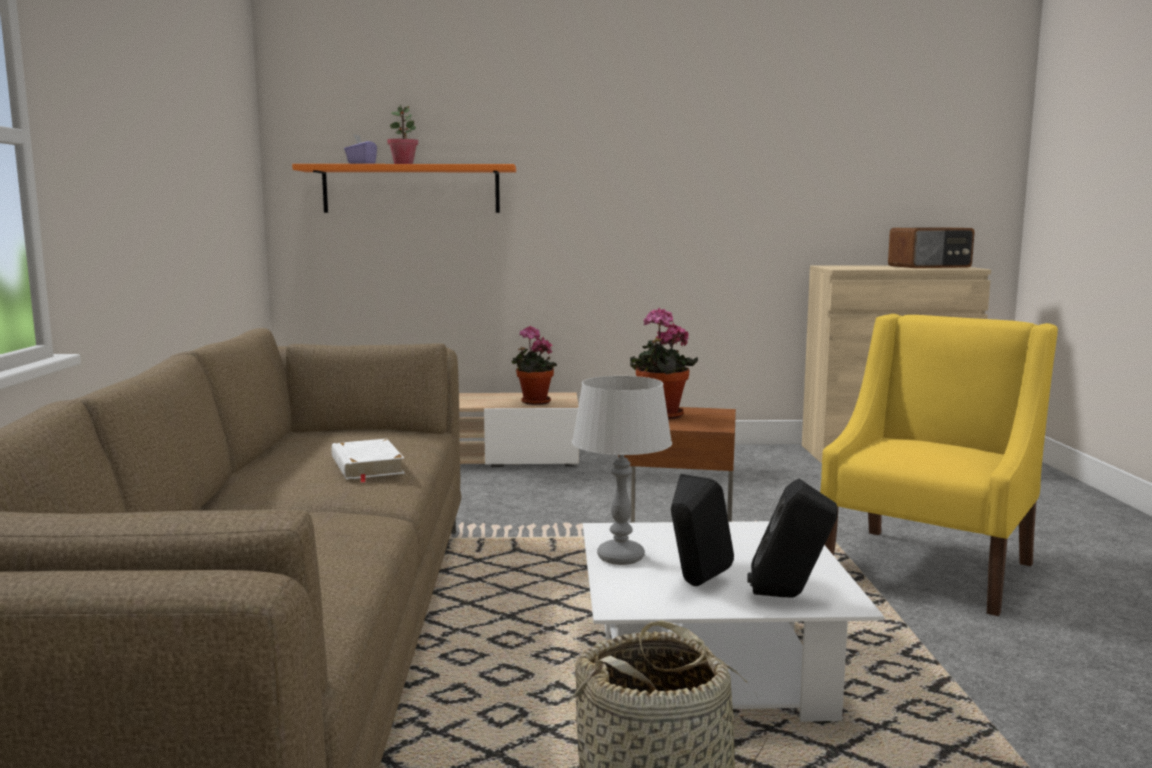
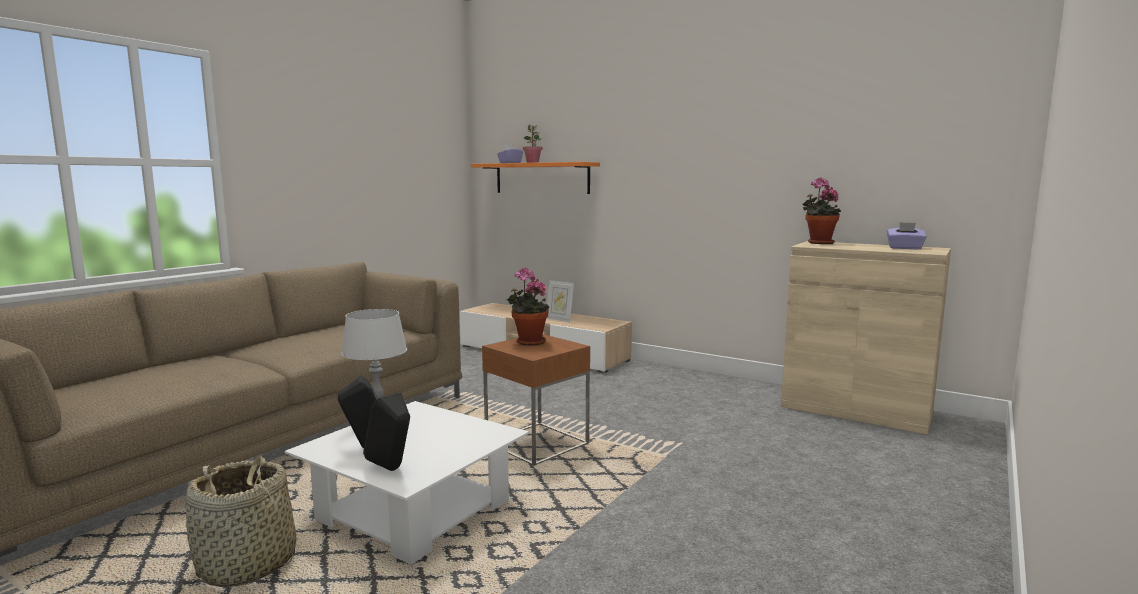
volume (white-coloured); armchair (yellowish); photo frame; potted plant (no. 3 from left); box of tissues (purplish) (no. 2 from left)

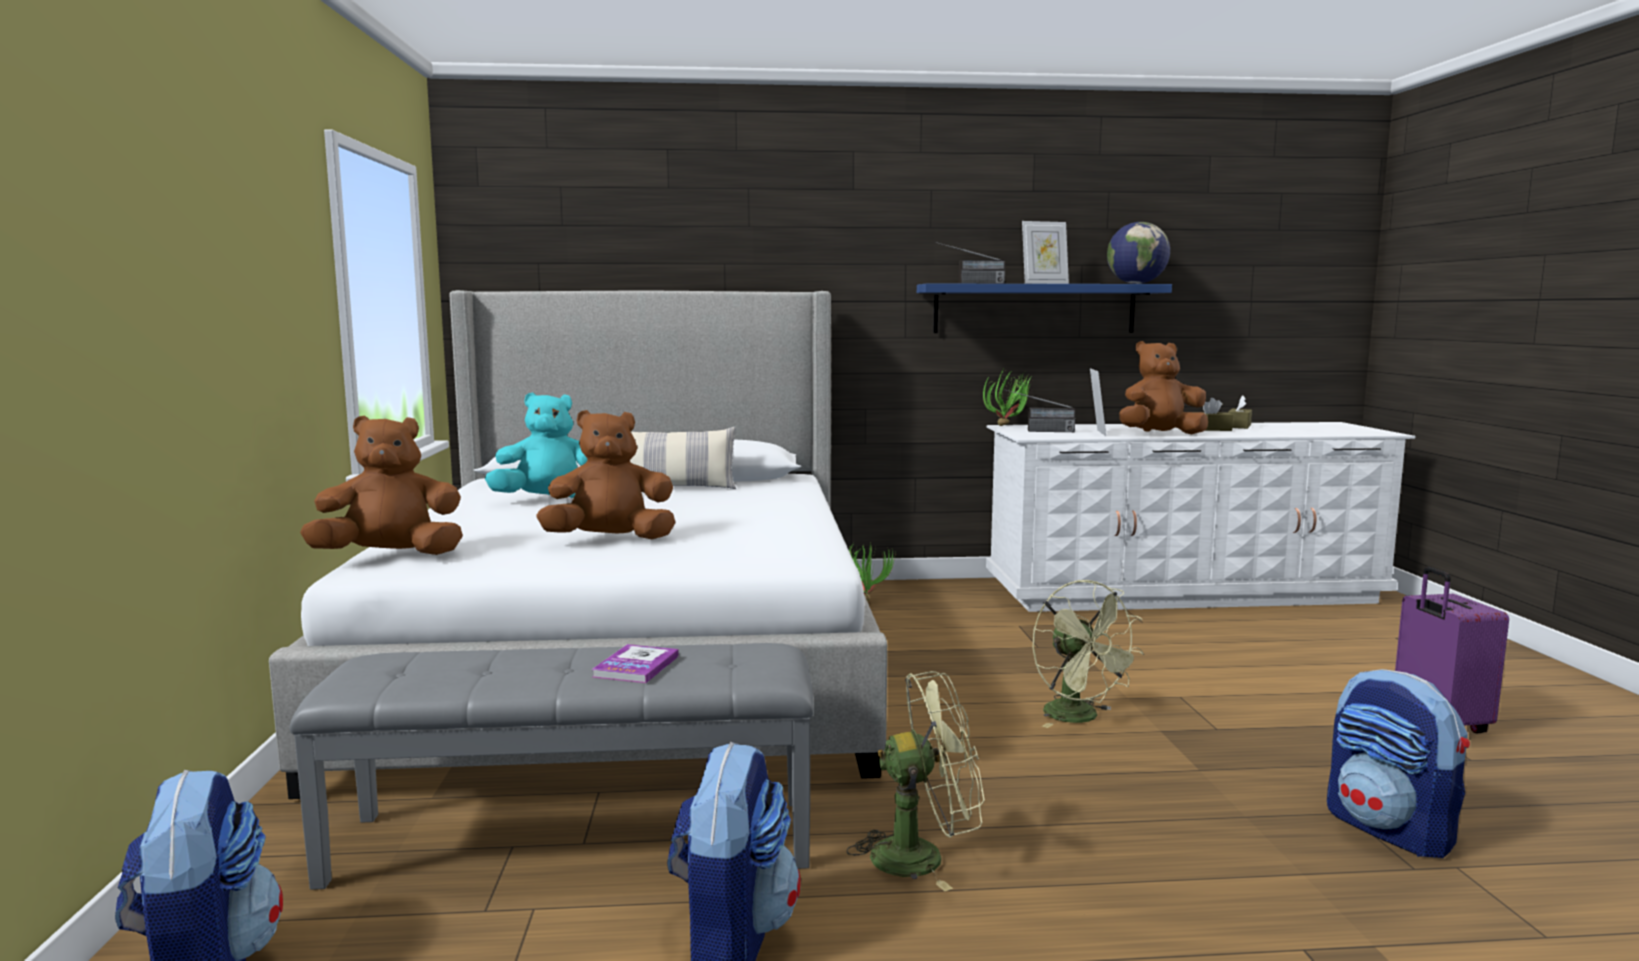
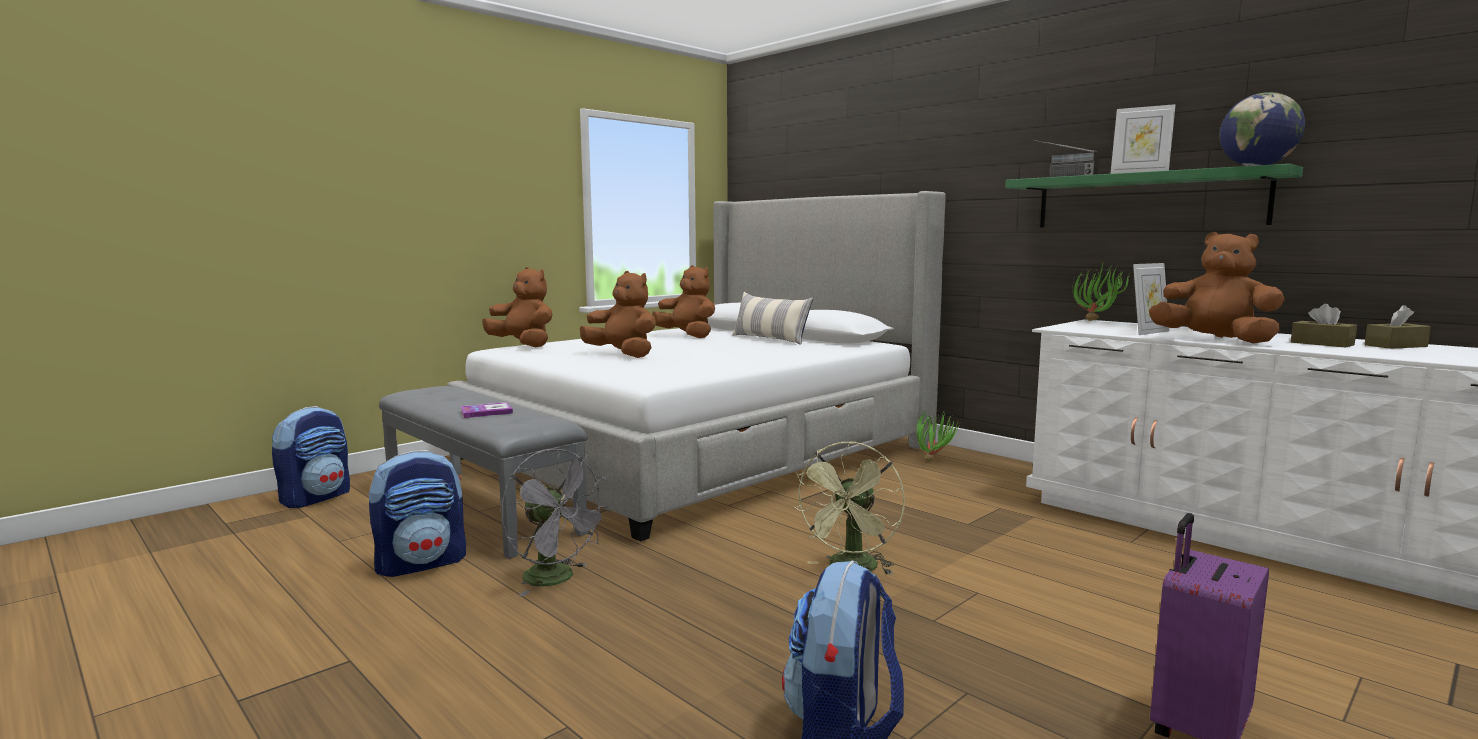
radio set (no. 2 from left in the first image); soft toy (brownish) (no. 3 from left); fan (grey); shelf (green-coloured)

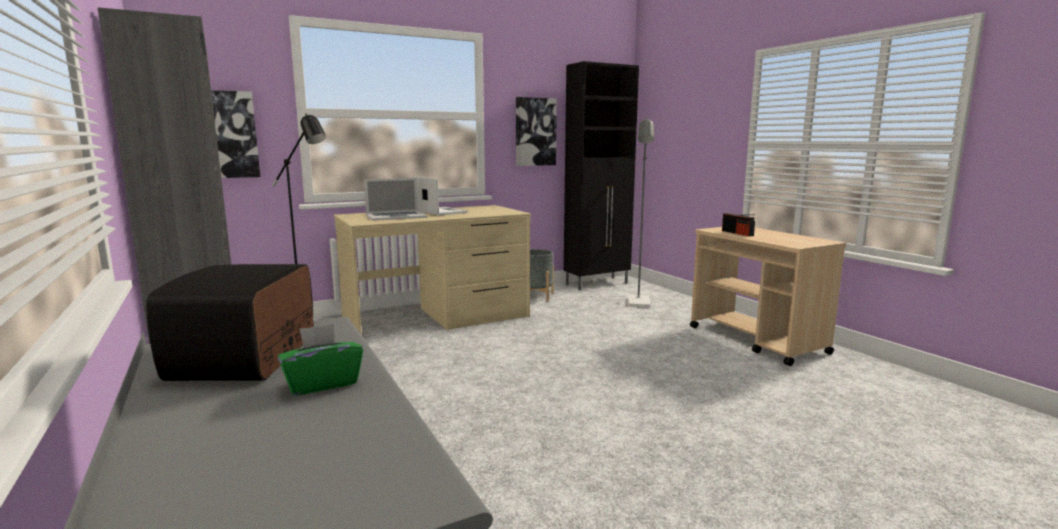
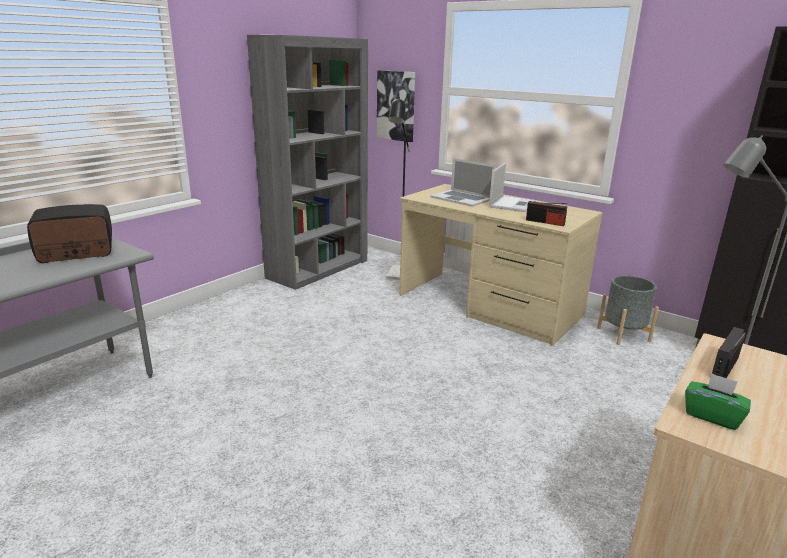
wall art (no. 2 from left in the first image); radio set (no. 2 from left); box of tissues (green-coloured)

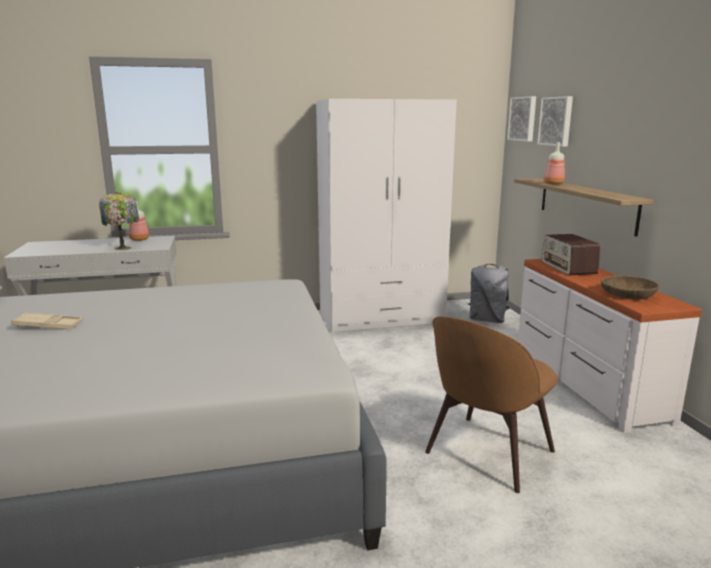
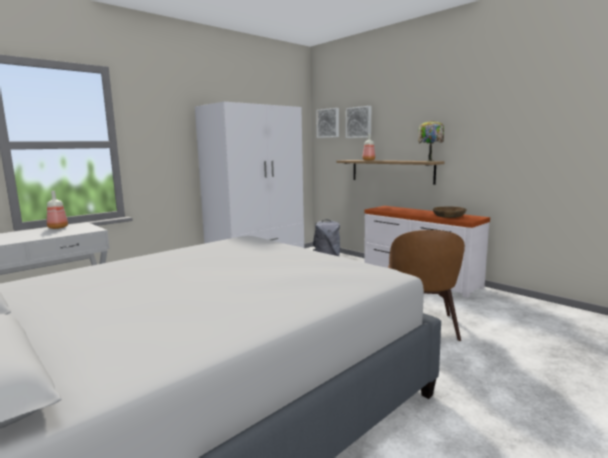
serving tray (beige); radio set; table lamp

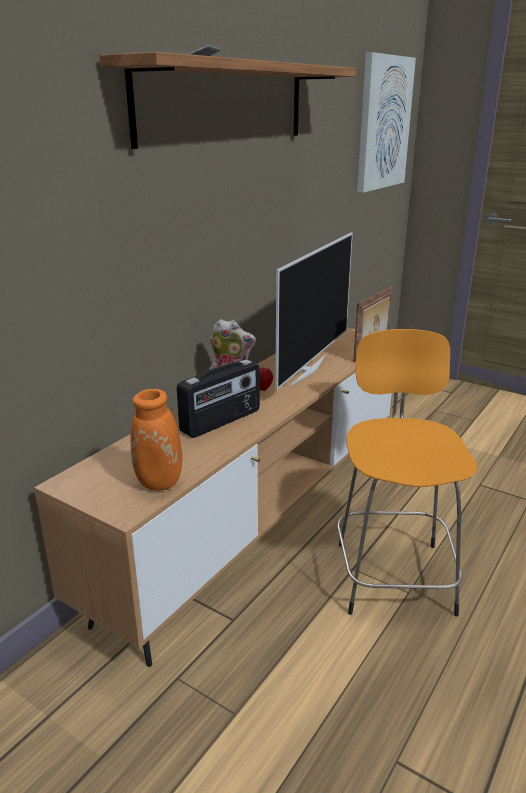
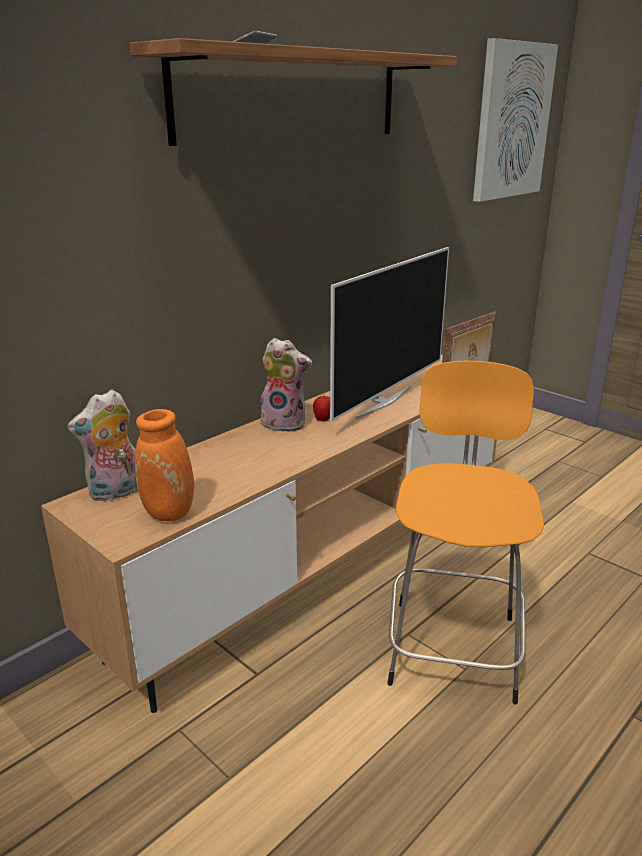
radio set; soft toy (no. 1 from left)

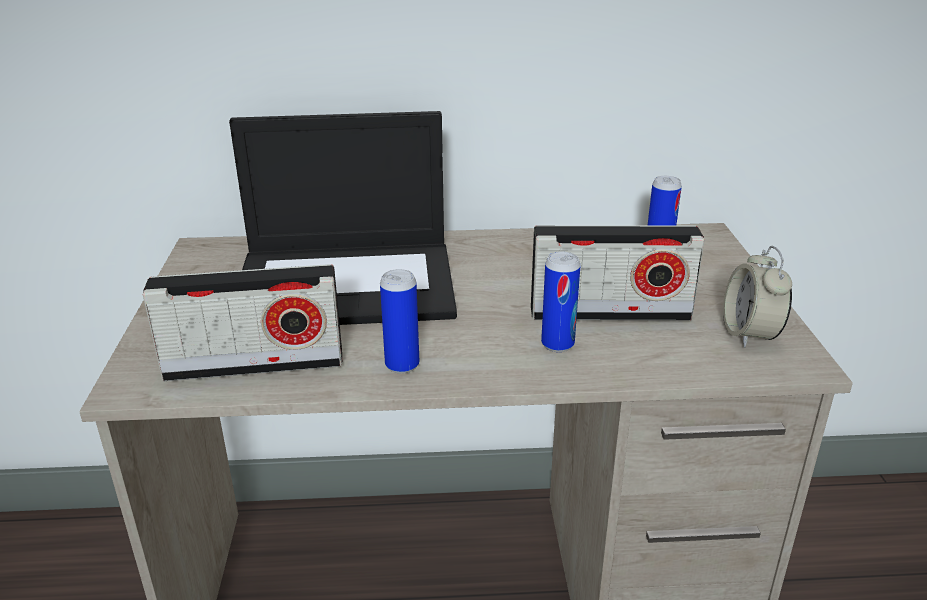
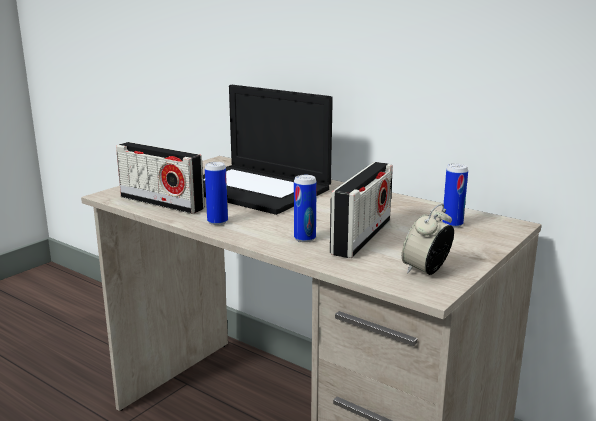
radio set (no. 2 from left)

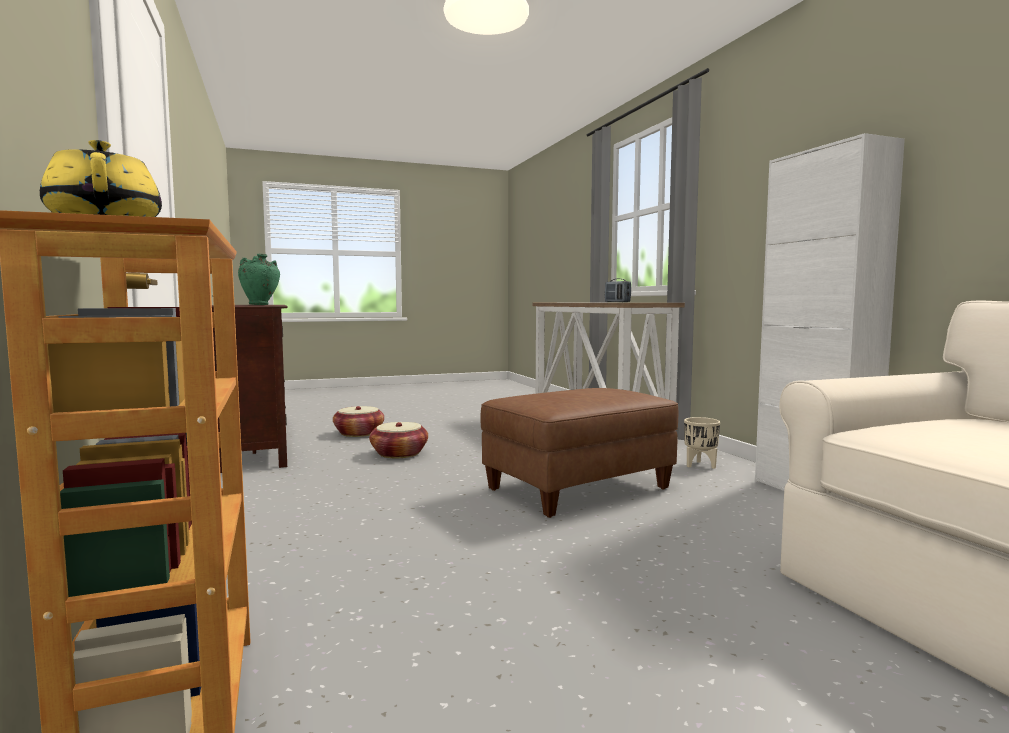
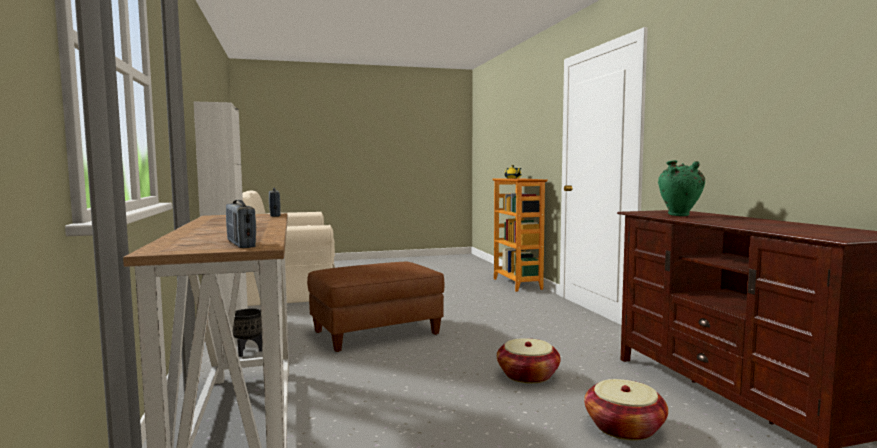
radio set (no. 1 from left); flower pot (black-coloured)

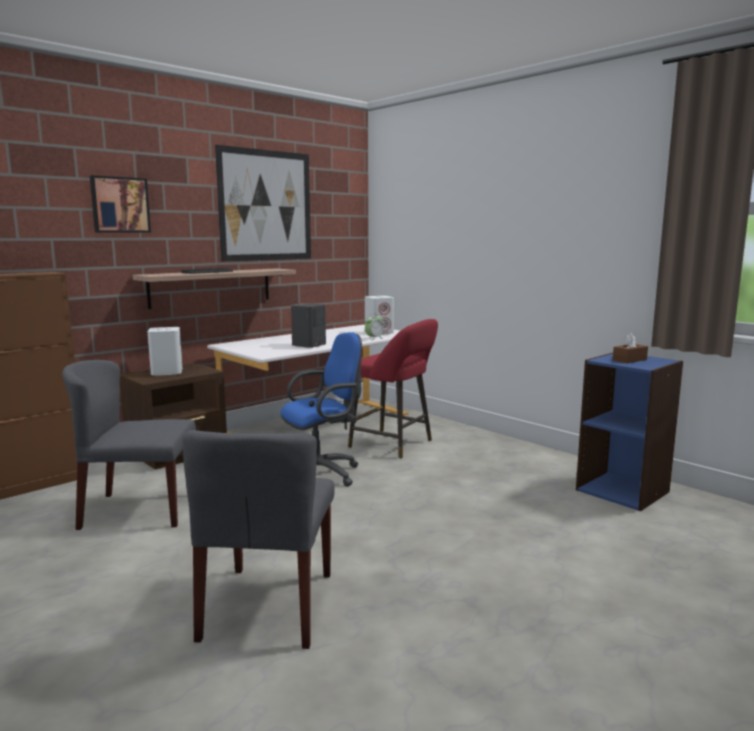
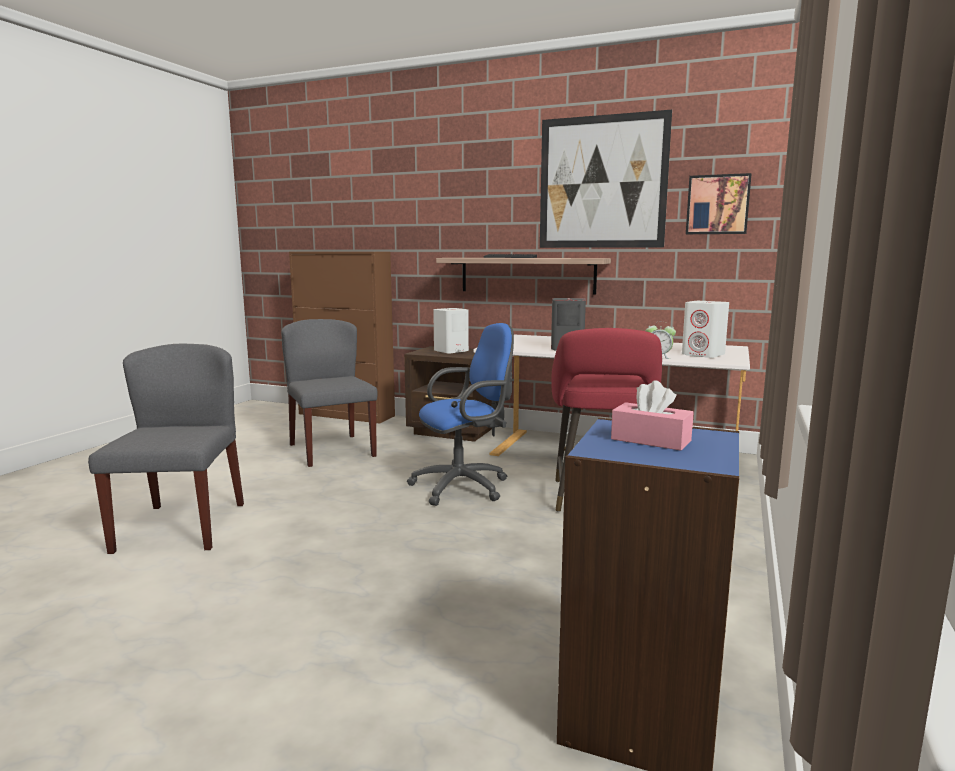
wall art (no. 2 from left); box of tissues (pinkish); upright chair (grey) (no. 1 from left); desk chair (bluish)

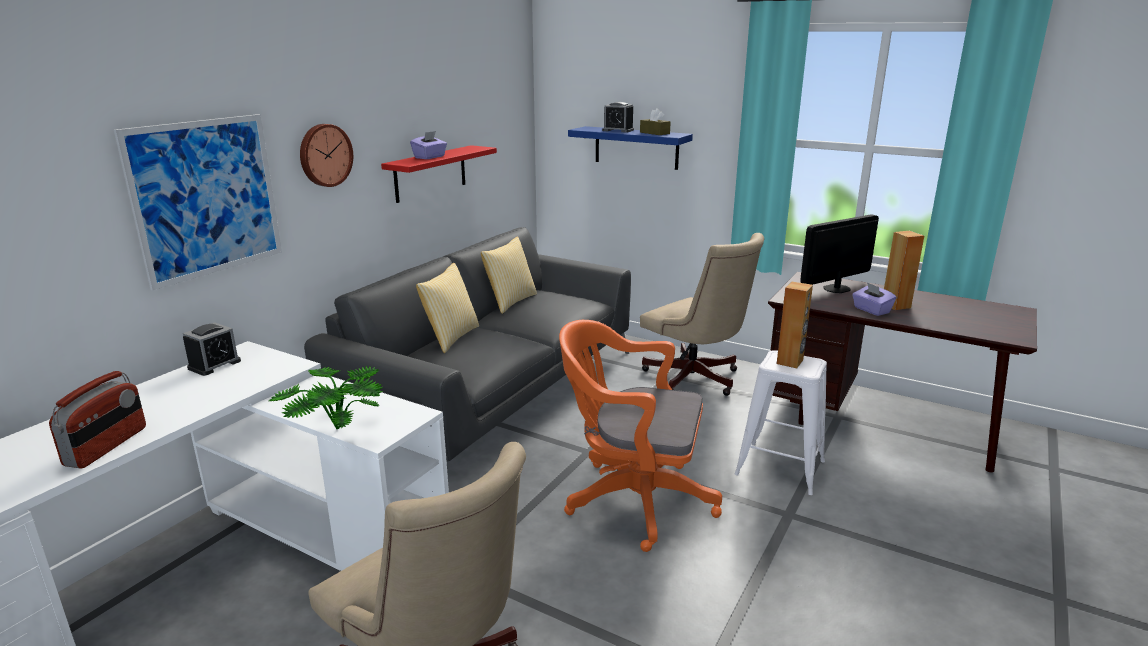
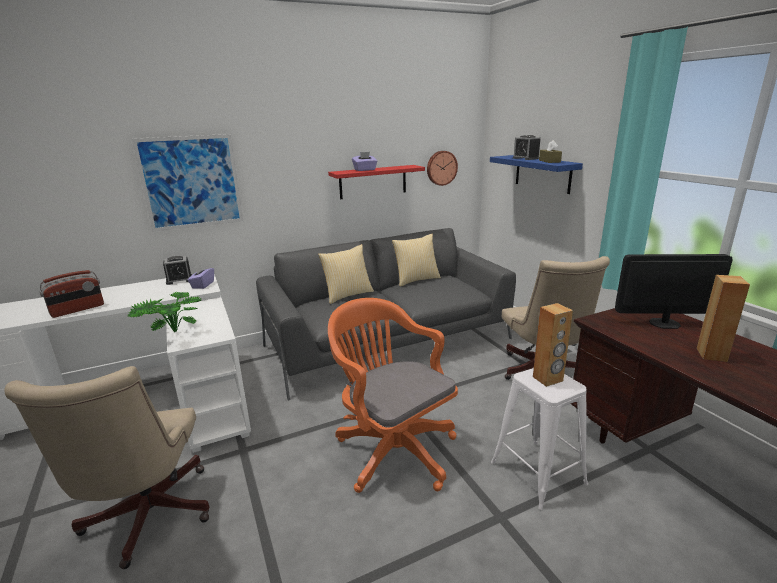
clock on the wall; box of tissues (purplish) (no. 1 from left)

